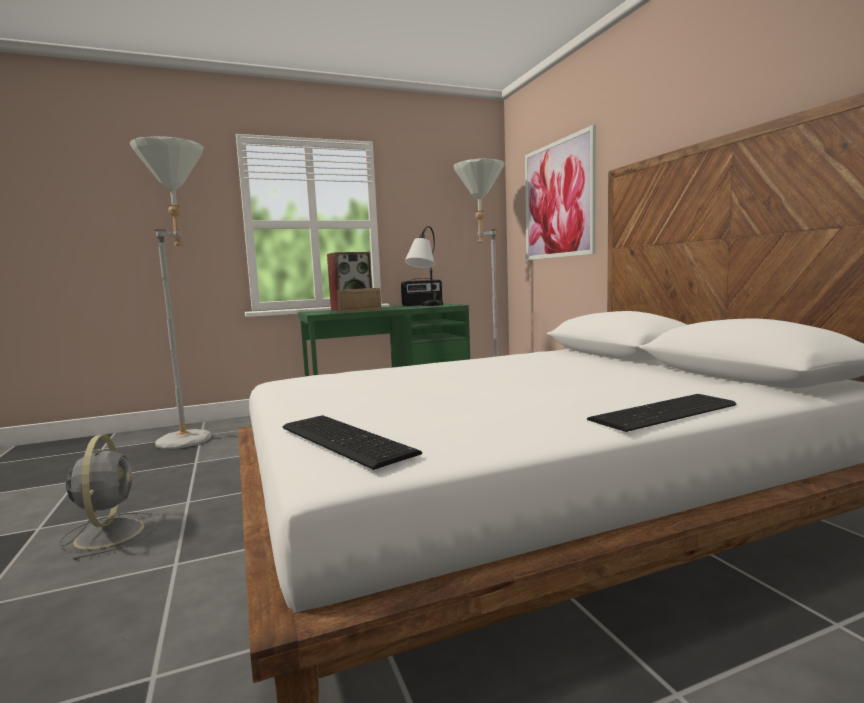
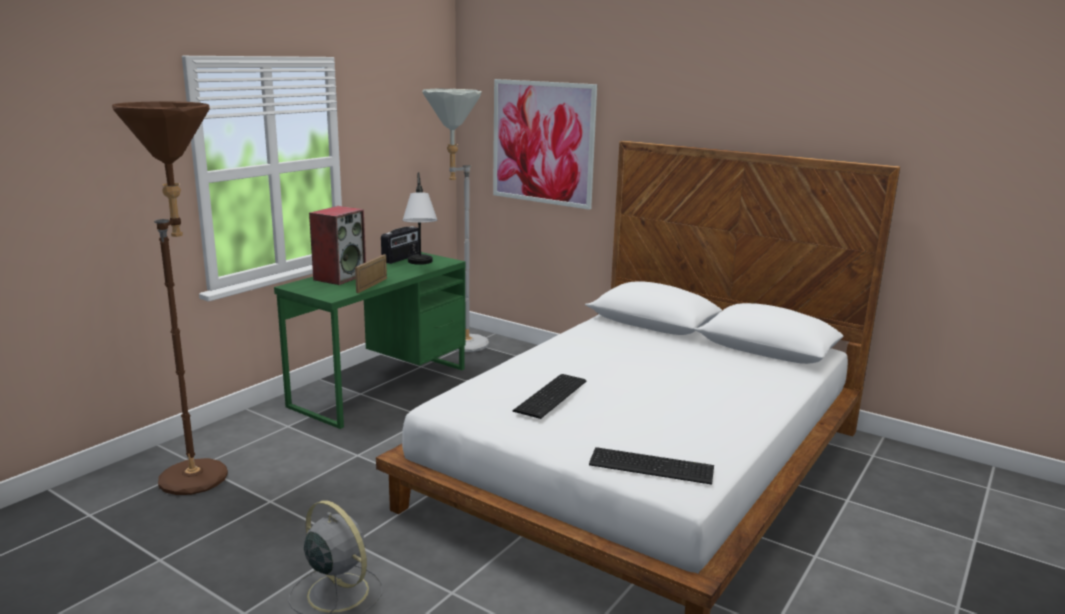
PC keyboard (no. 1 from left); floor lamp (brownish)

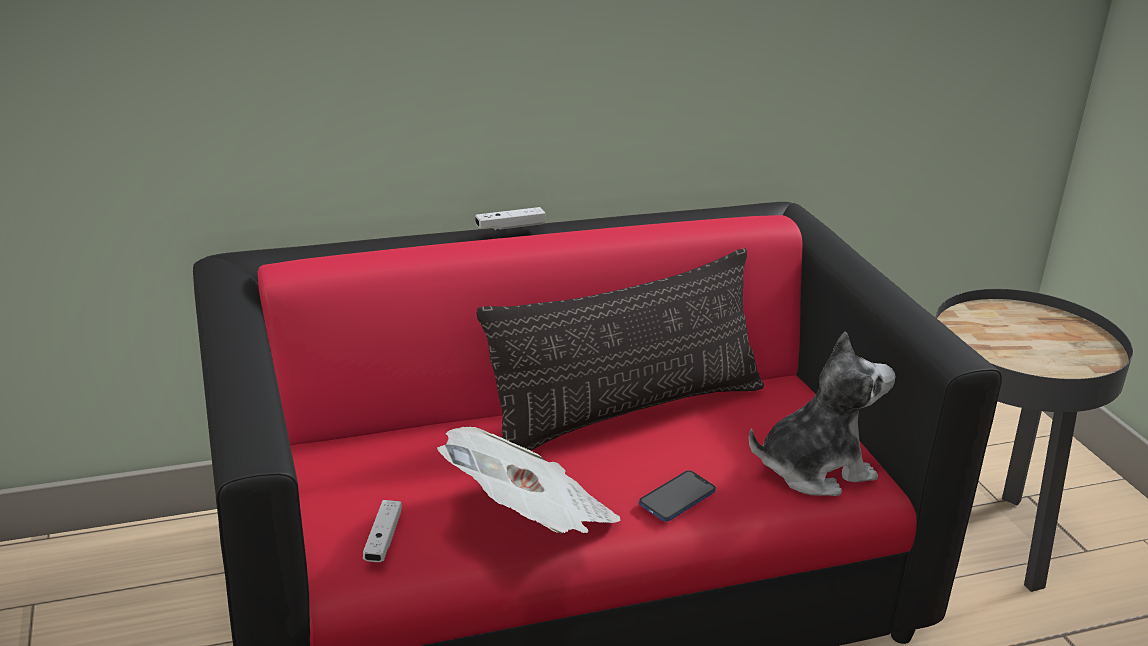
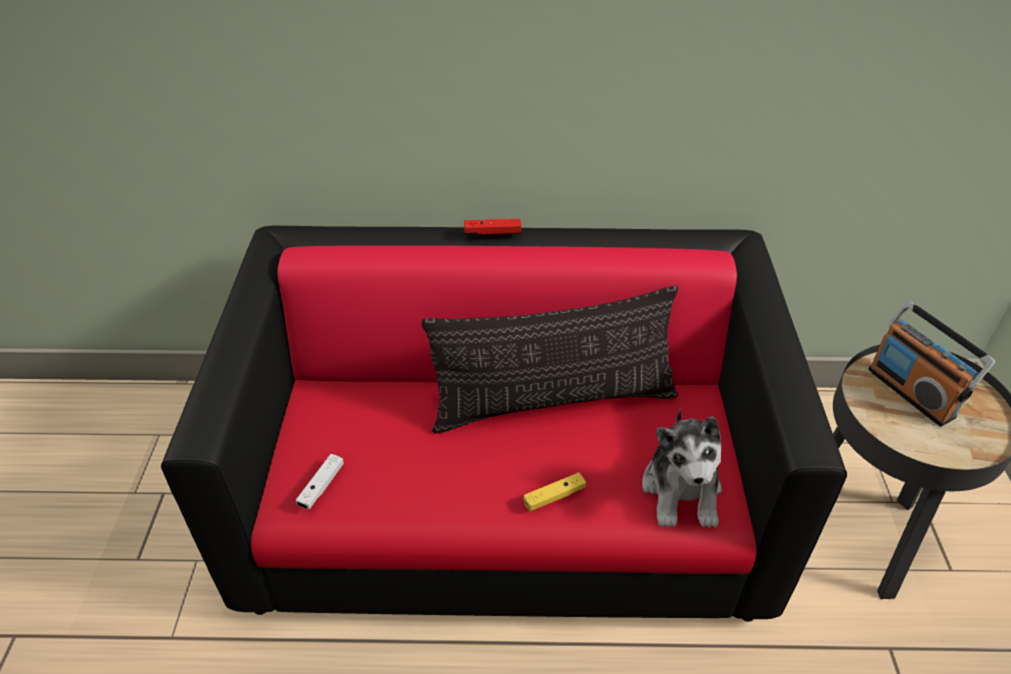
daily paper; radio set; joypad (yellowish); joypad (red-coloured); soft toy

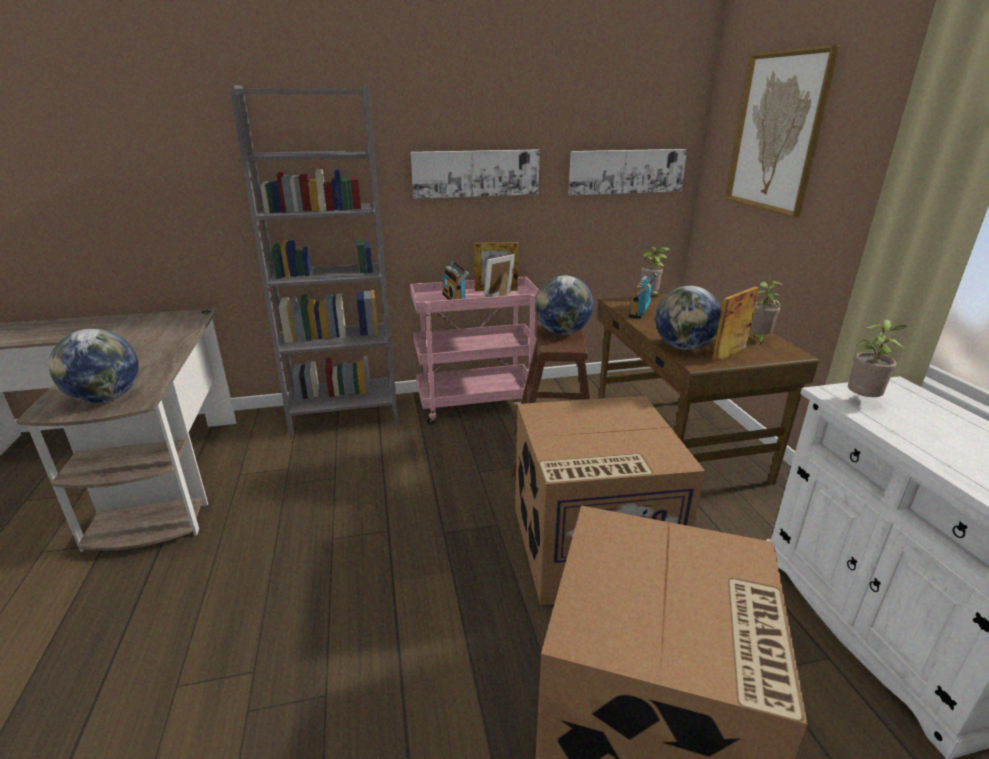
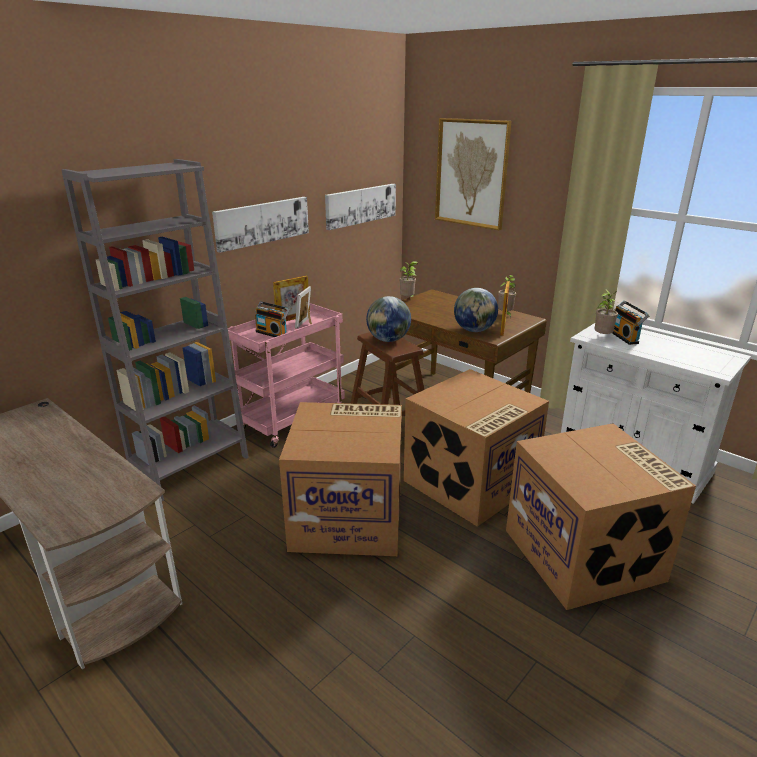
desk globe (no. 1 from left in the first image); carton (no. 1 from left); radio set (no. 2 from left)

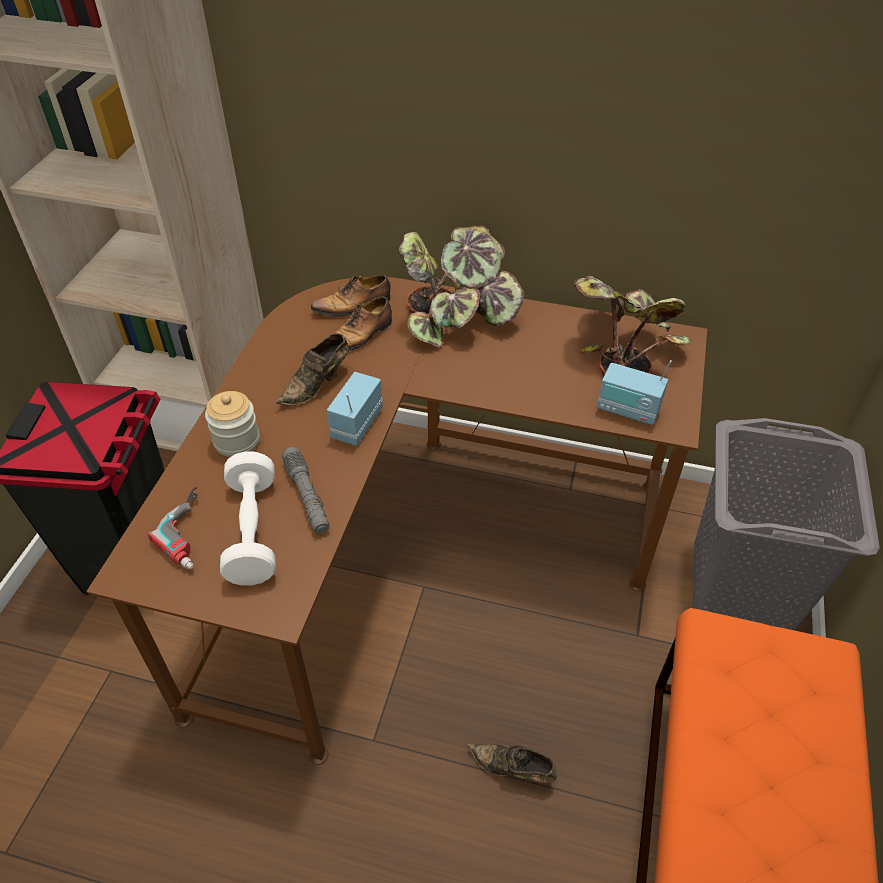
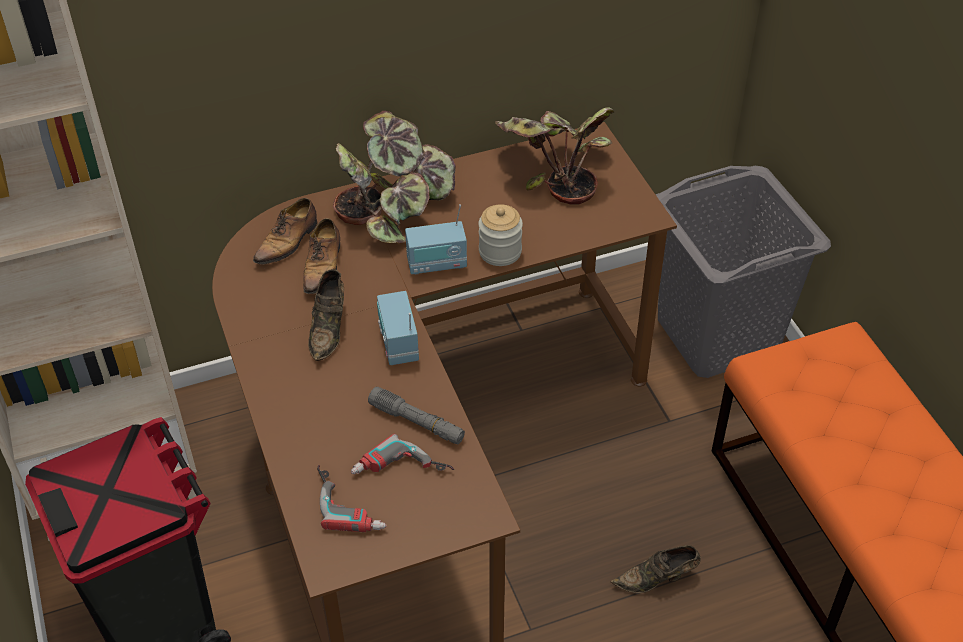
storage jar; radio set (no. 2 from left); drill (no. 2 from left)

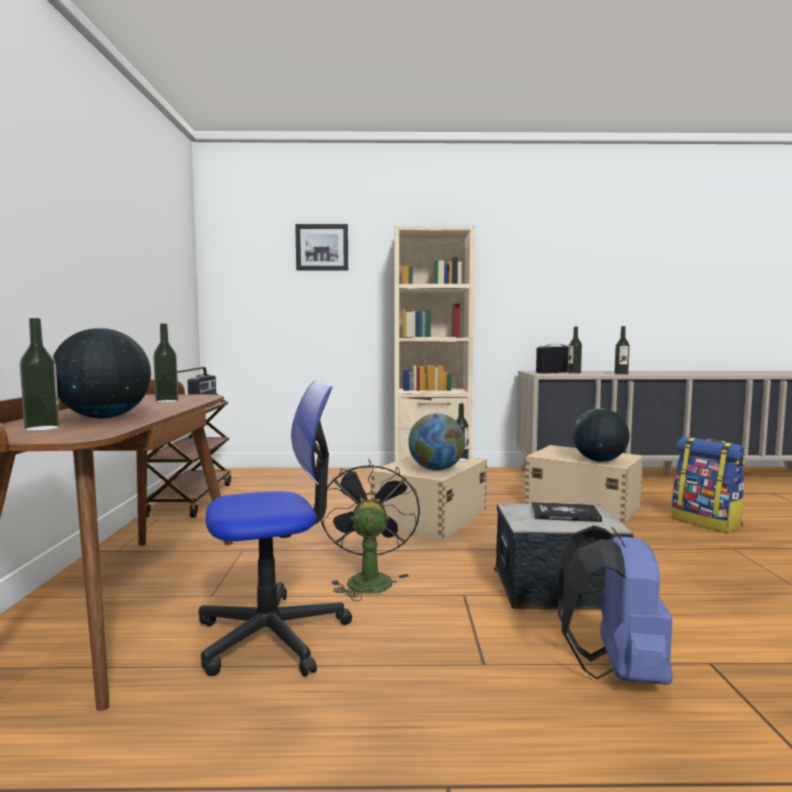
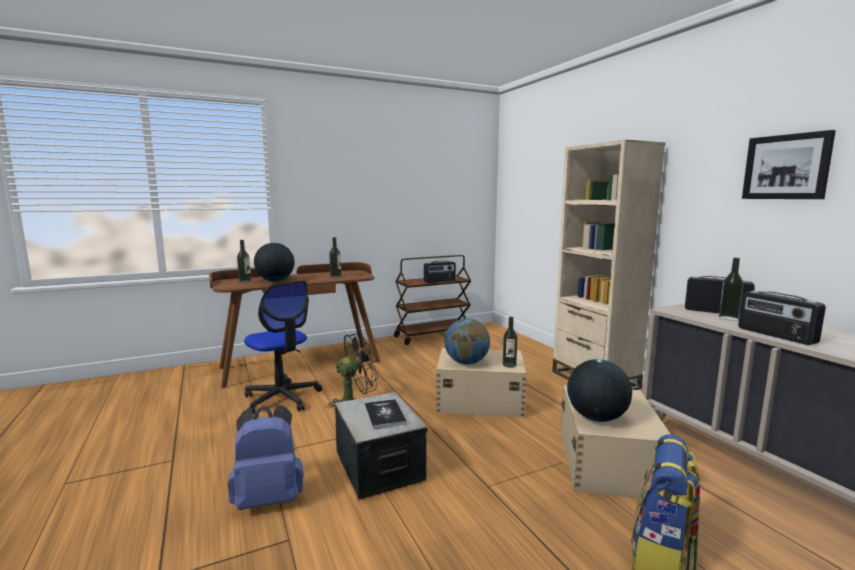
wall art; radio set (no. 3 from left)

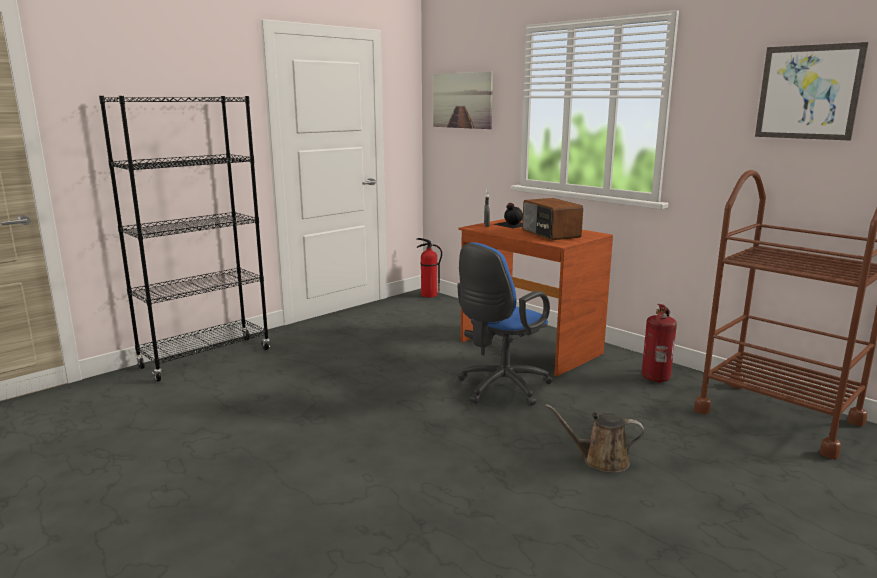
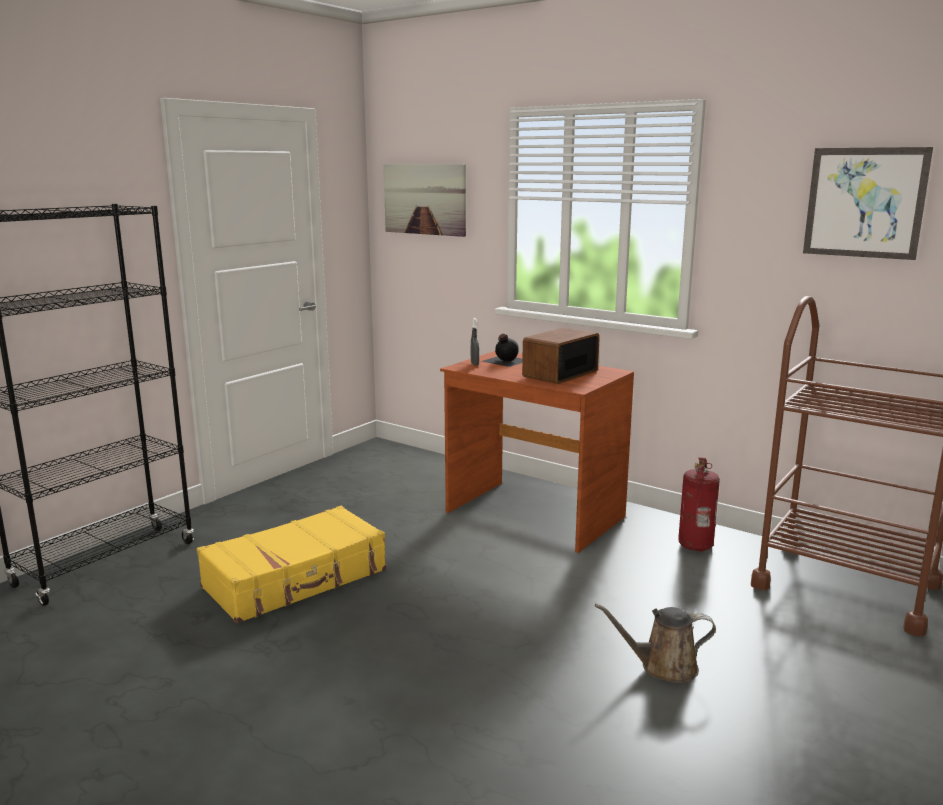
extinguisher (no. 1 from left in the first image); desk chair (bluish); suitcase (yellowish); radio set

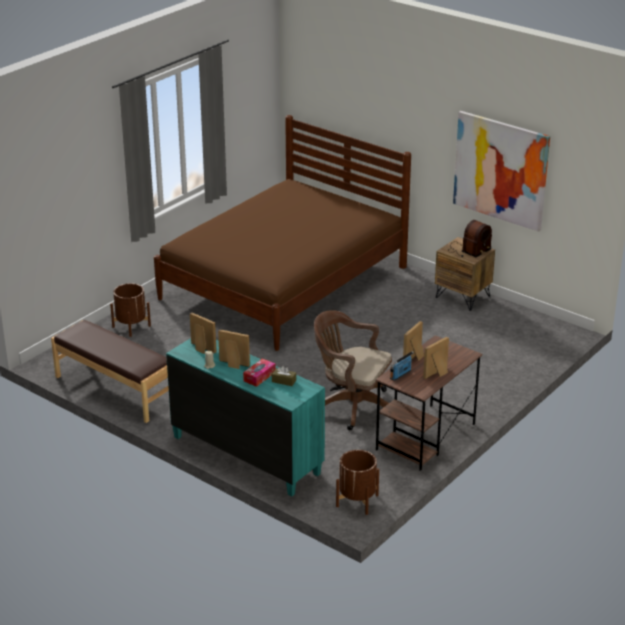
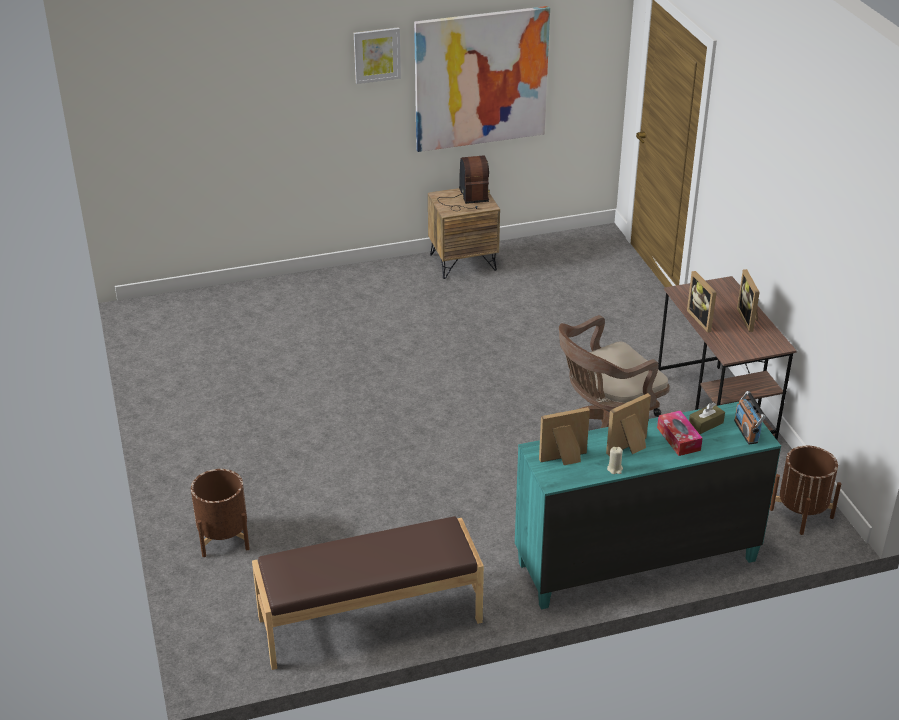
bed (brownish); wall art (no. 1 from left); radio set (no. 2 from left)

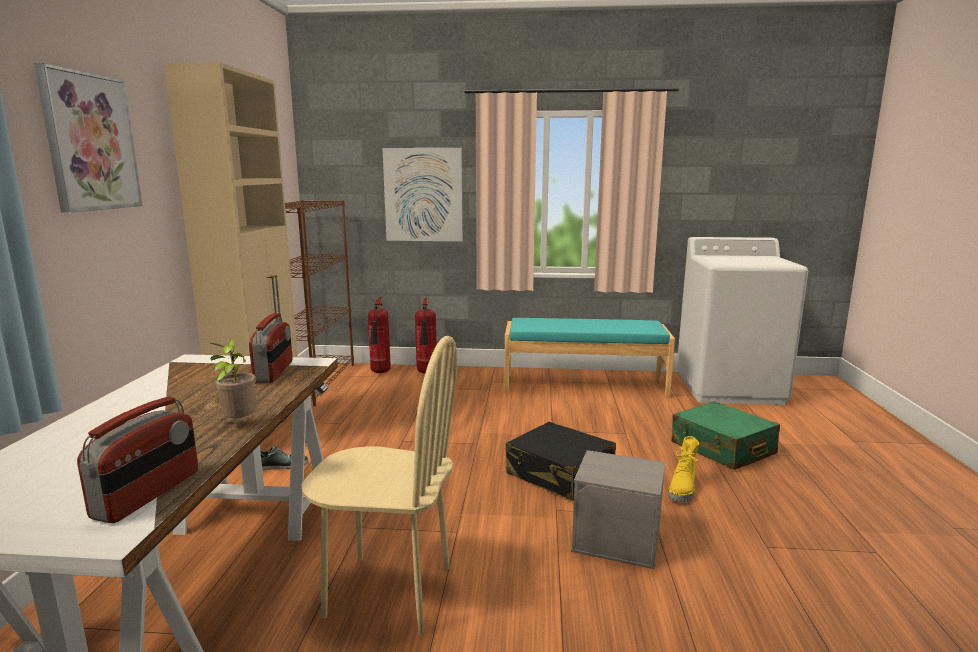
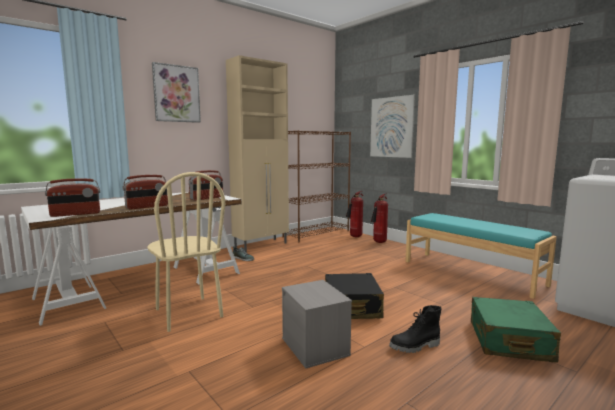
radio set (no. 2 from left); boot (black-coloured)

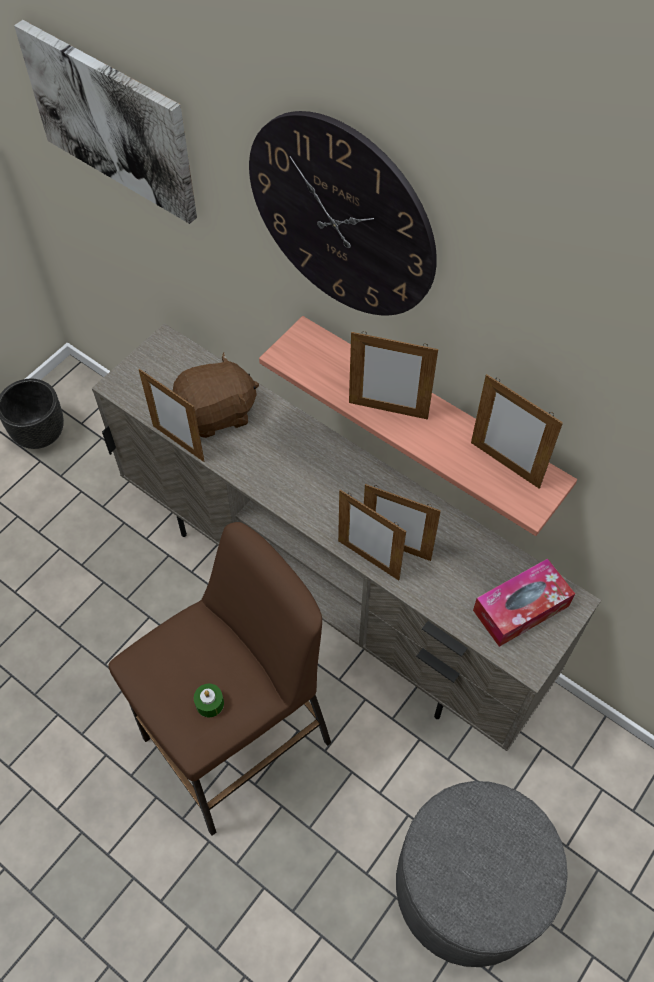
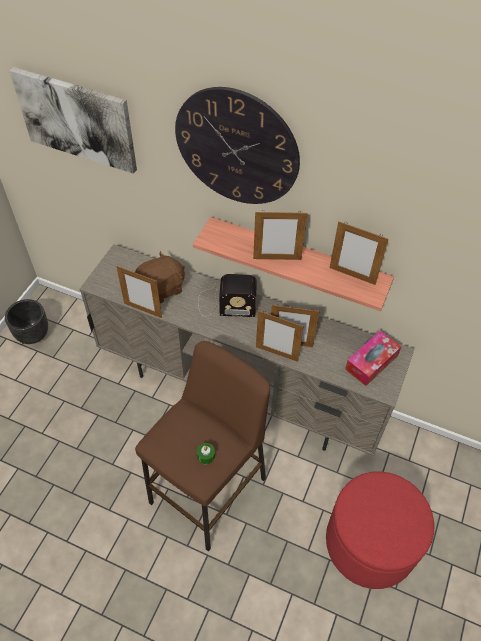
radio set; footrest (red-coloured)

